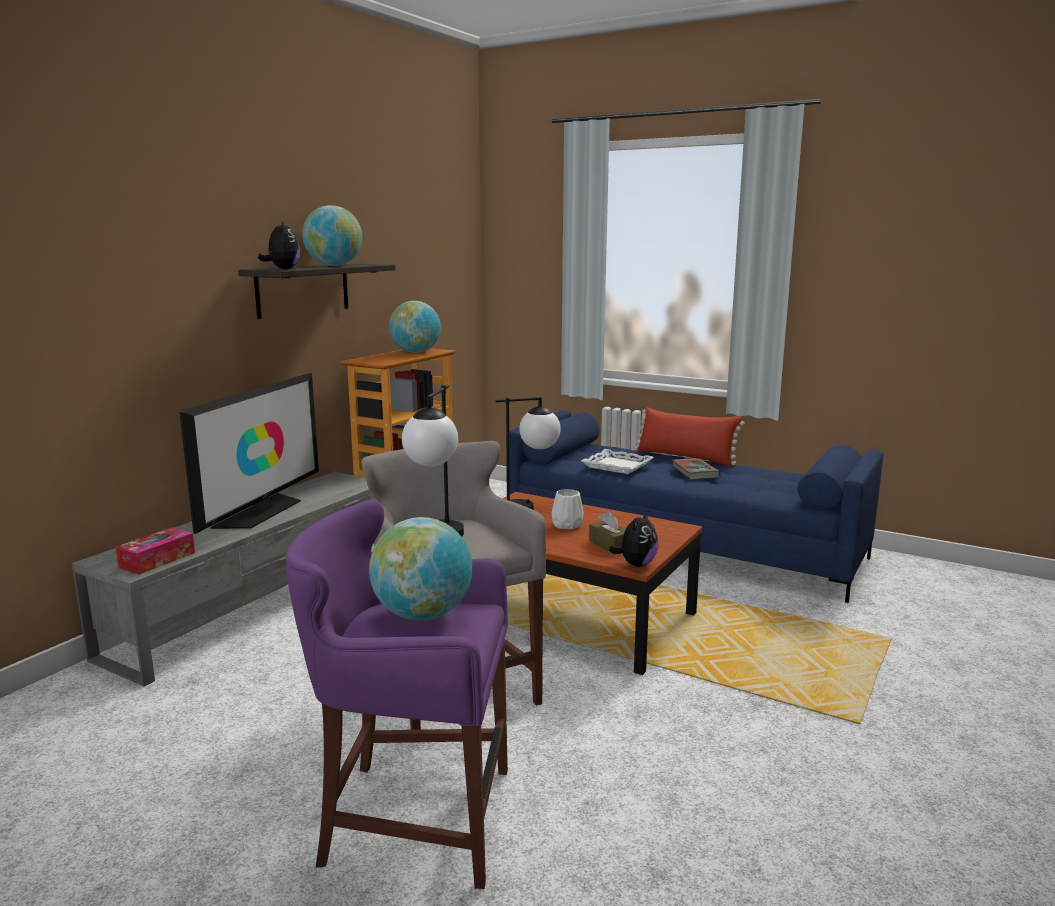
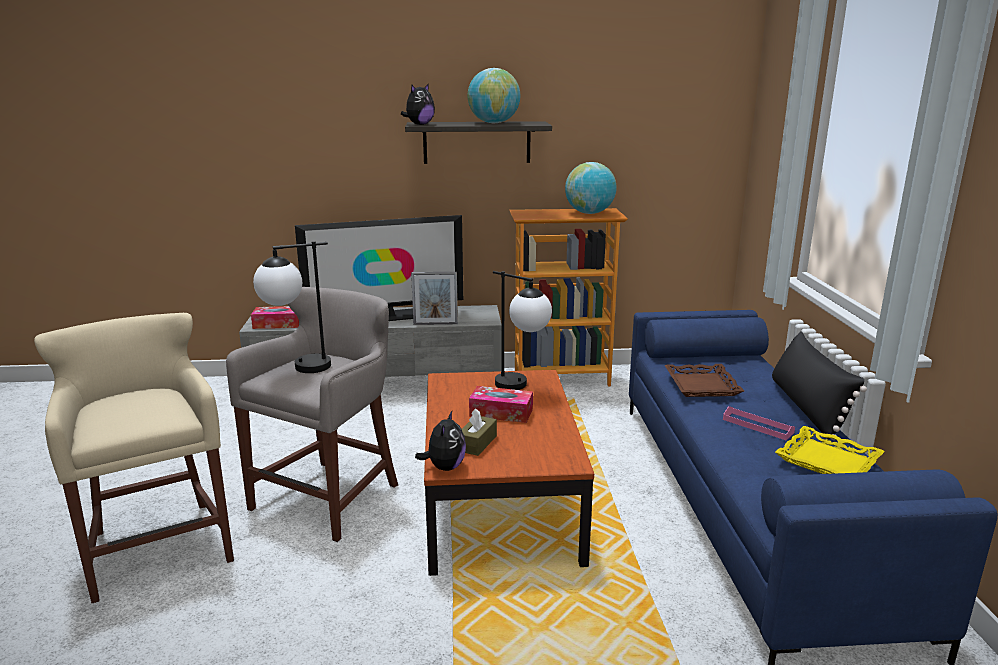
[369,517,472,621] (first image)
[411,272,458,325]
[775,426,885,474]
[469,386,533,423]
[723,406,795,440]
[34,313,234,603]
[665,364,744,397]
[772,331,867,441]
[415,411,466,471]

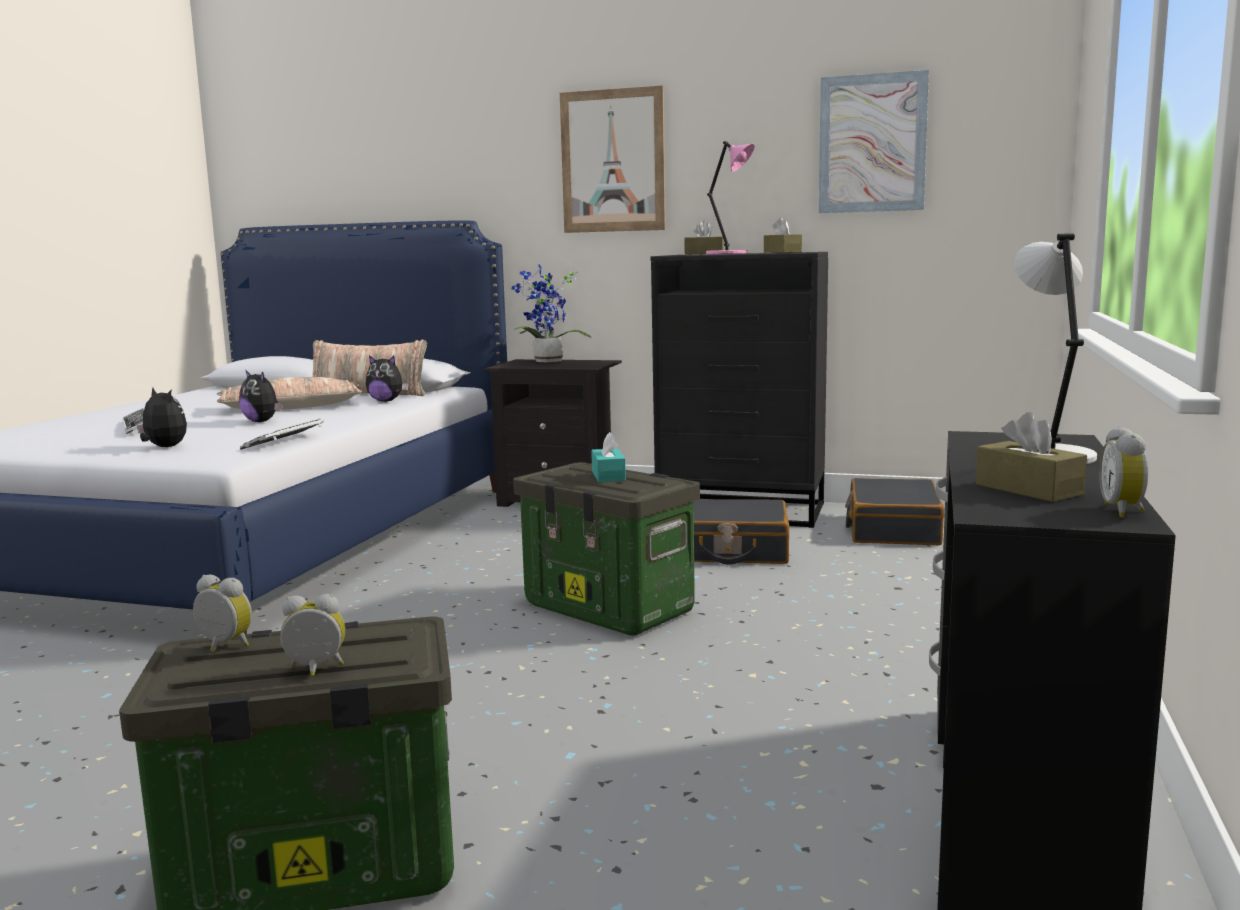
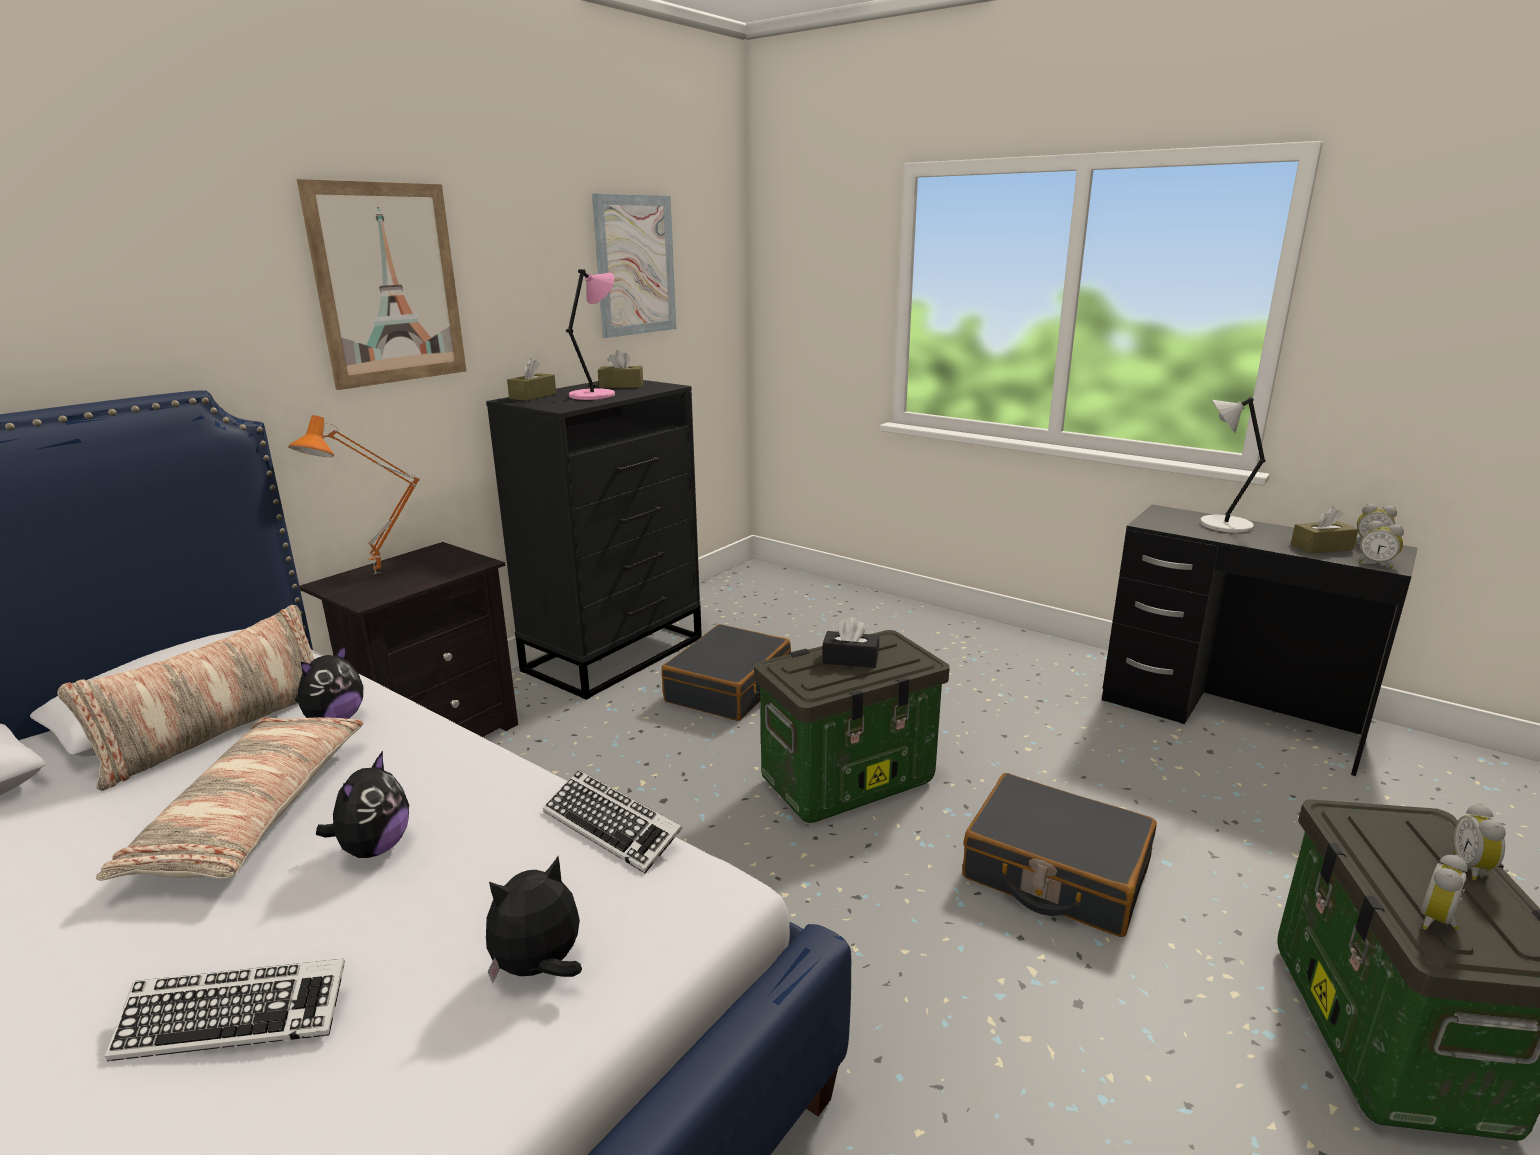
[1359,520,1404,568]
[962,773,1157,937]
[288,415,420,574]
[822,617,879,668]
[316,751,409,858]

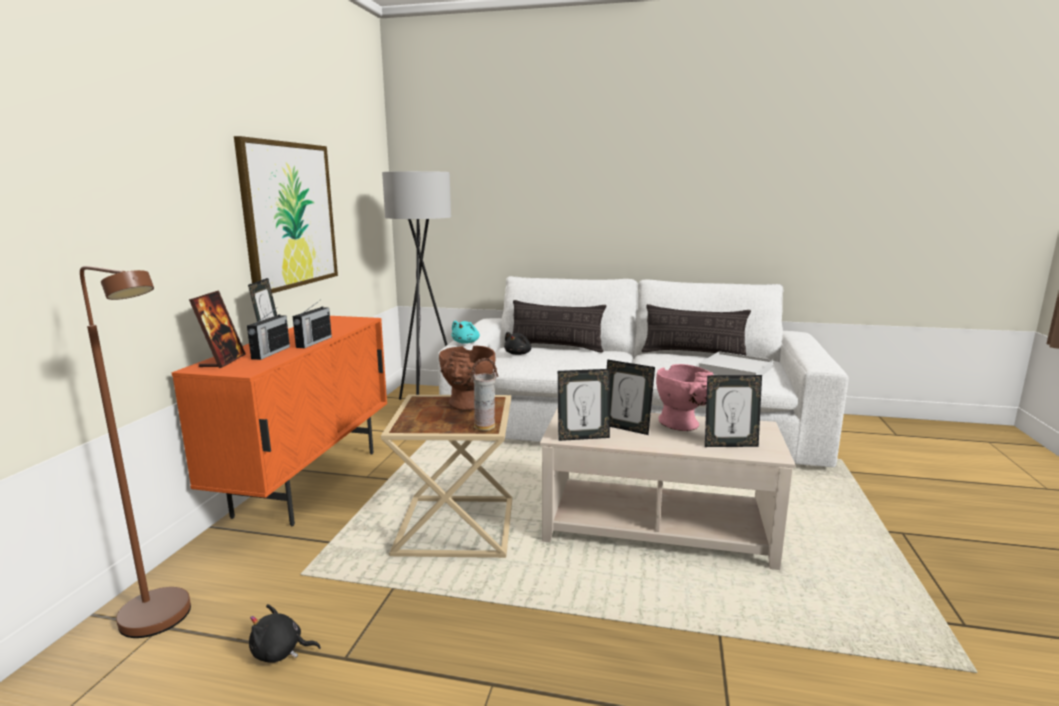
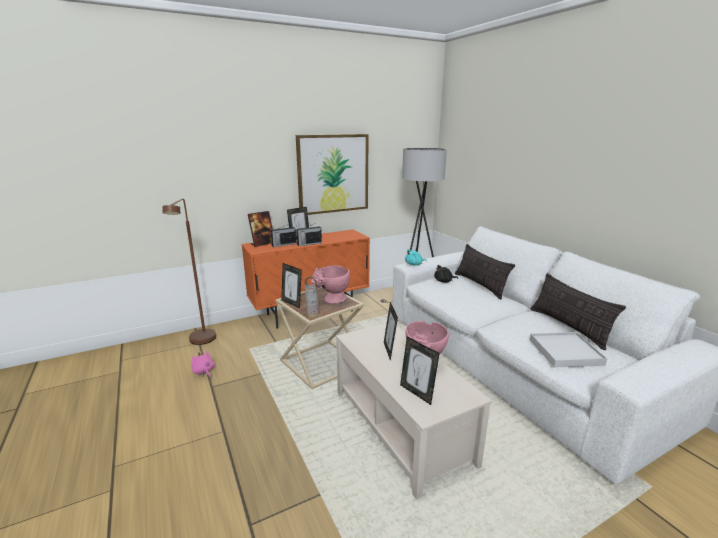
[281,263,302,308]
[191,351,215,378]
[311,265,350,304]

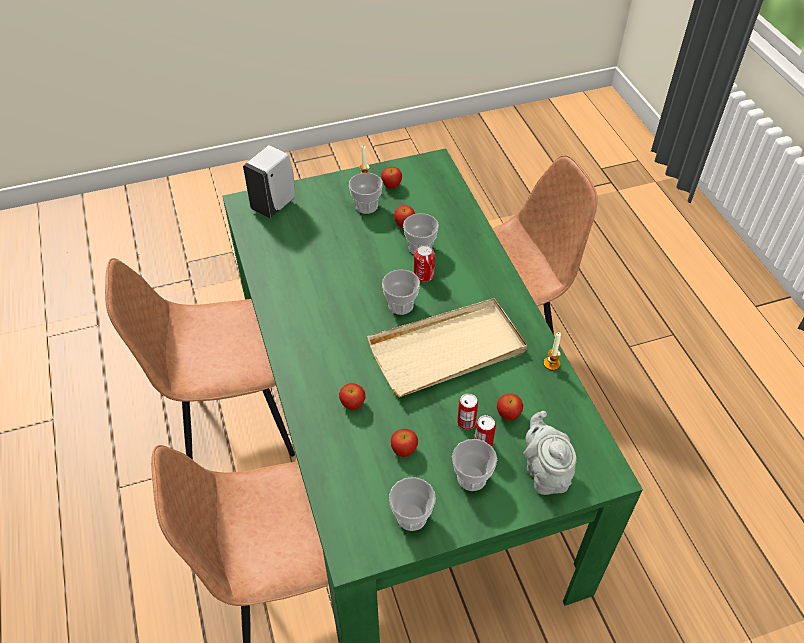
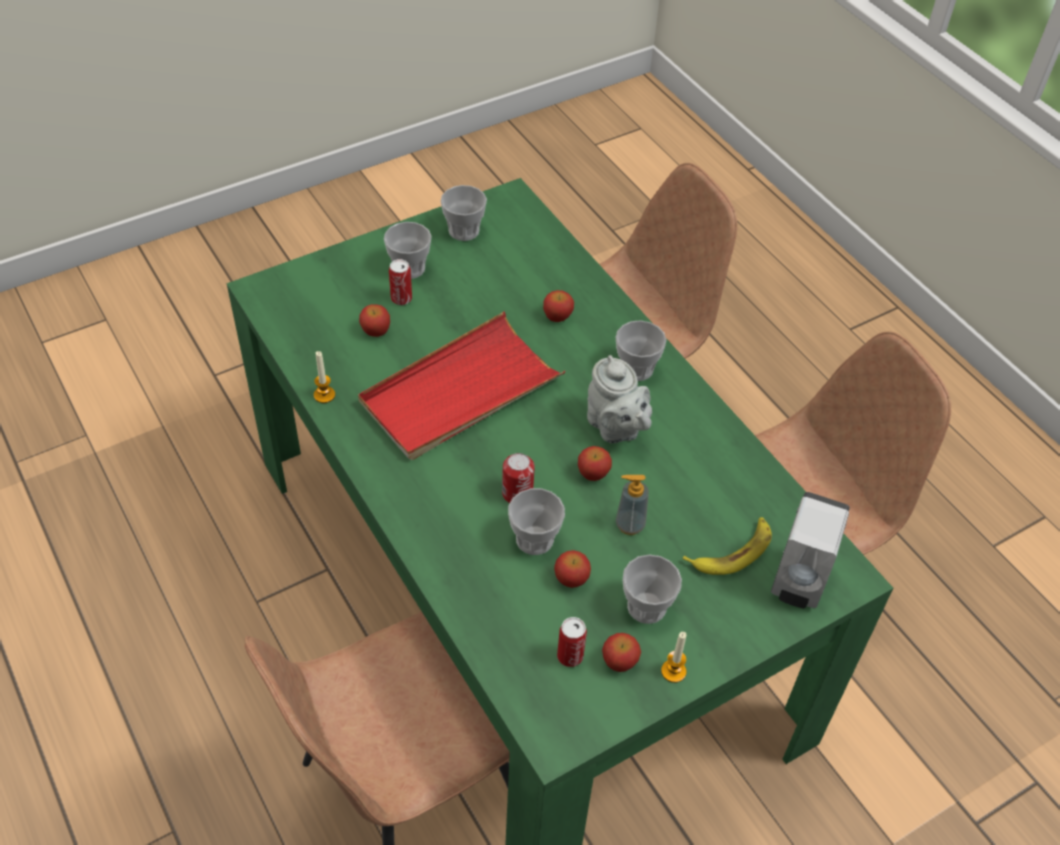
[616,475,649,535]
[683,517,772,575]
[616,320,666,381]
[578,446,612,481]
[557,617,587,667]
[587,355,652,443]
[358,312,565,460]

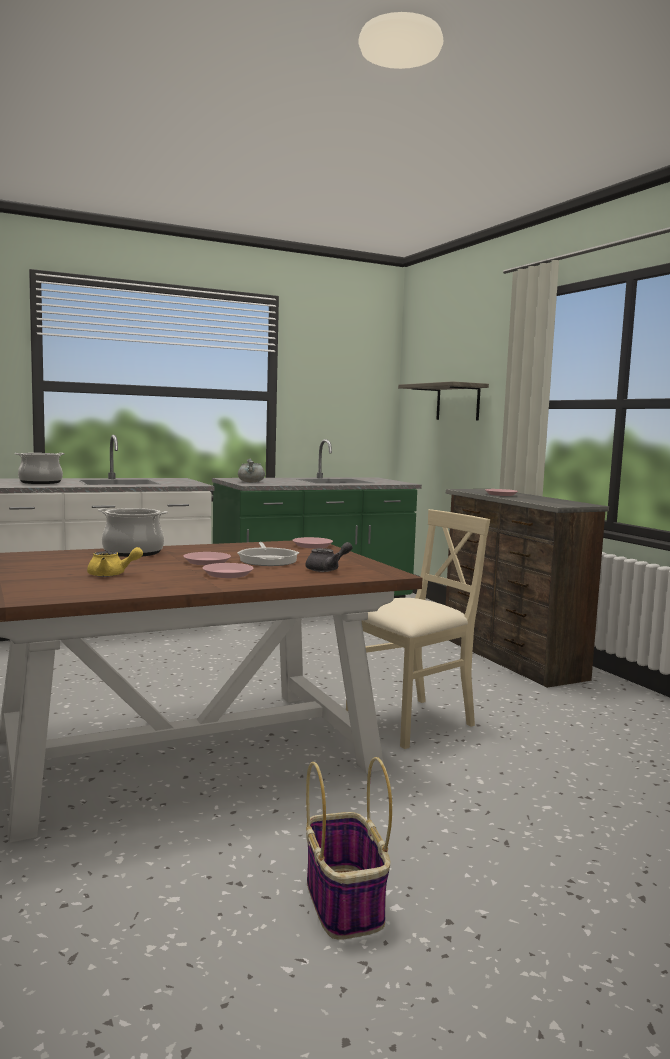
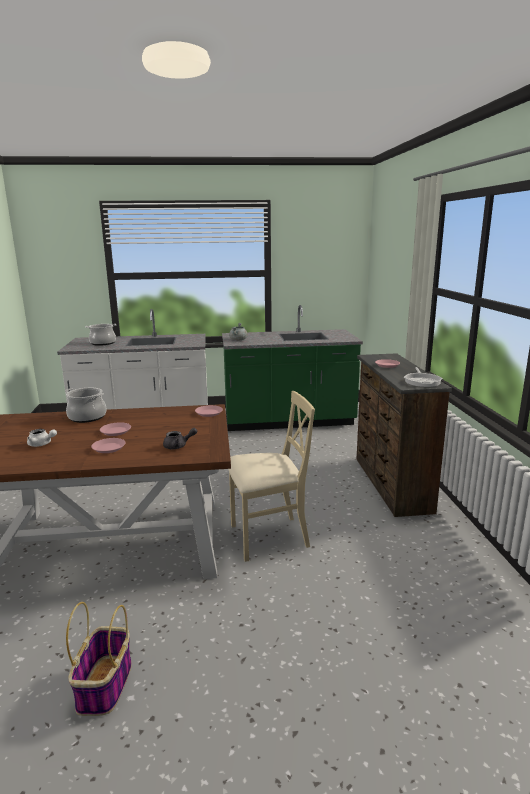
[398,381,489,421] (first image)
[404,367,442,387]
[27,429,57,447]

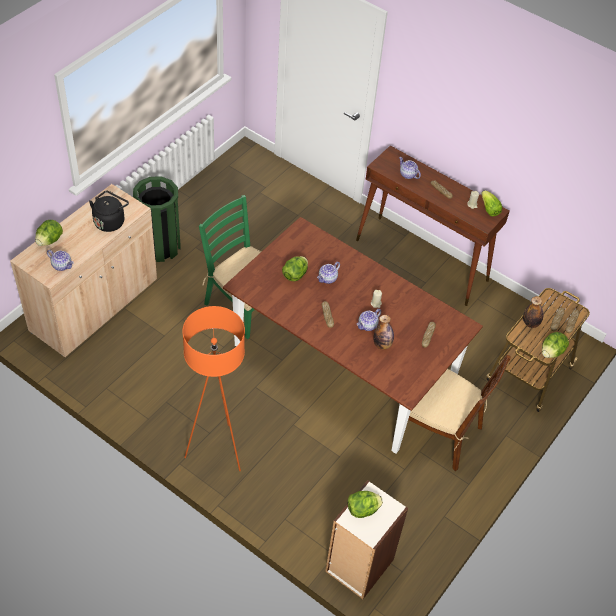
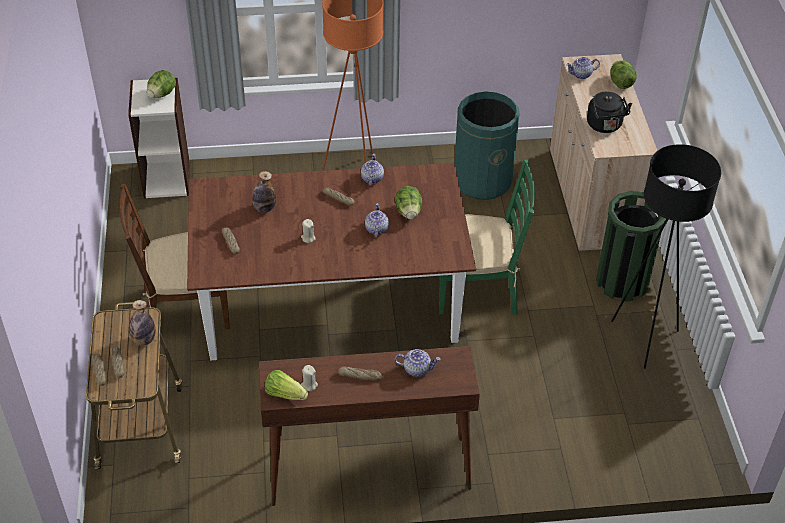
[542,332,569,358] (first image)
[454,92,520,200]
[611,144,721,369]
[361,154,384,186]

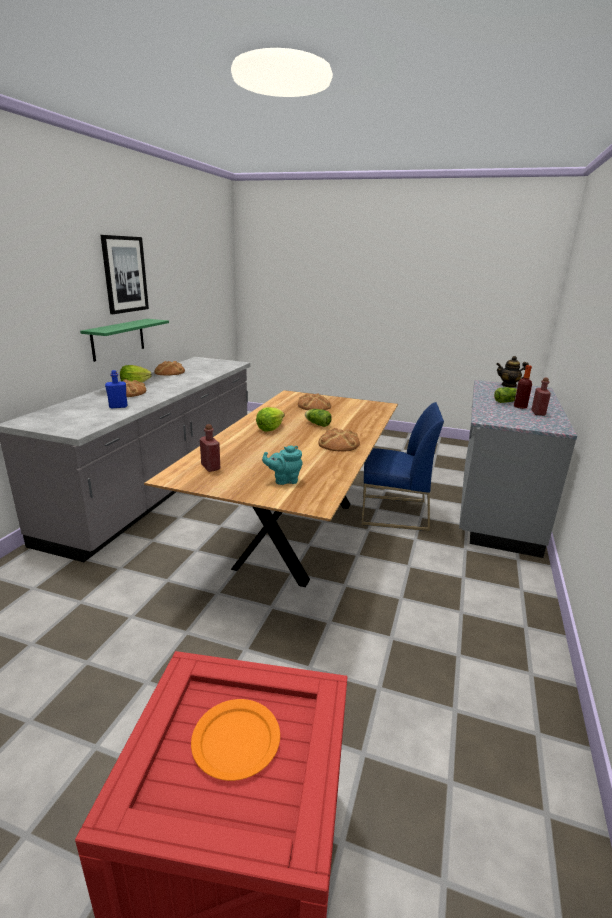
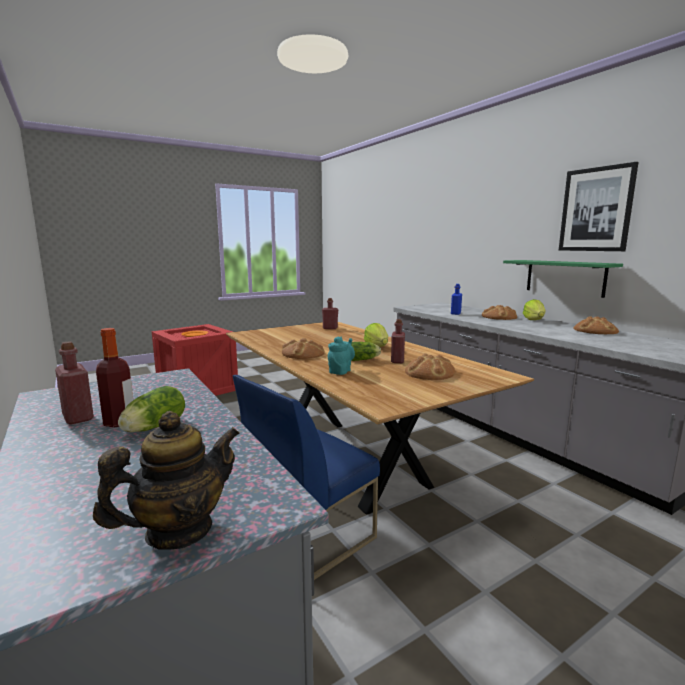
[391,319,405,363]
[328,337,355,375]

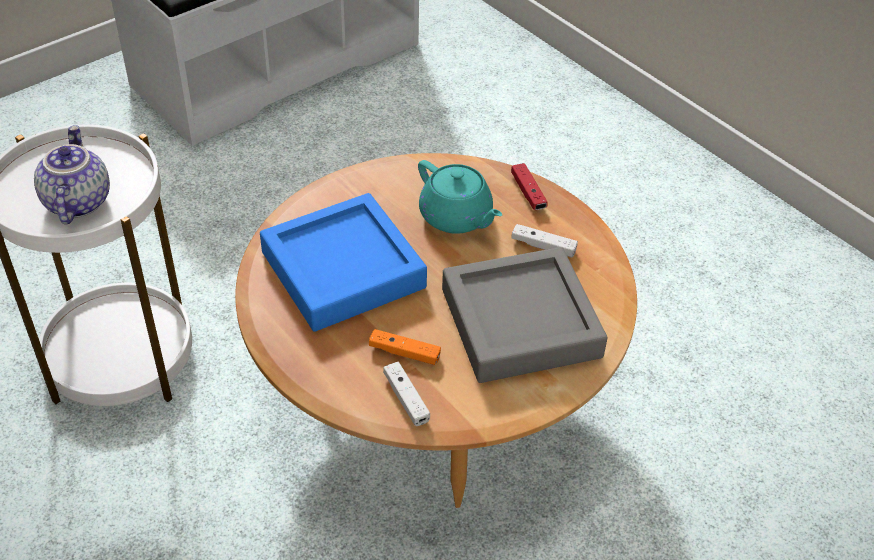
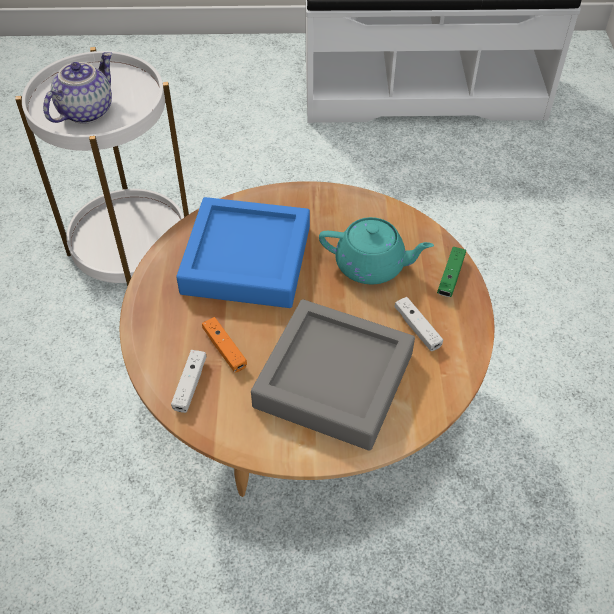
[437,247,466,297]
[319,217,434,284]

